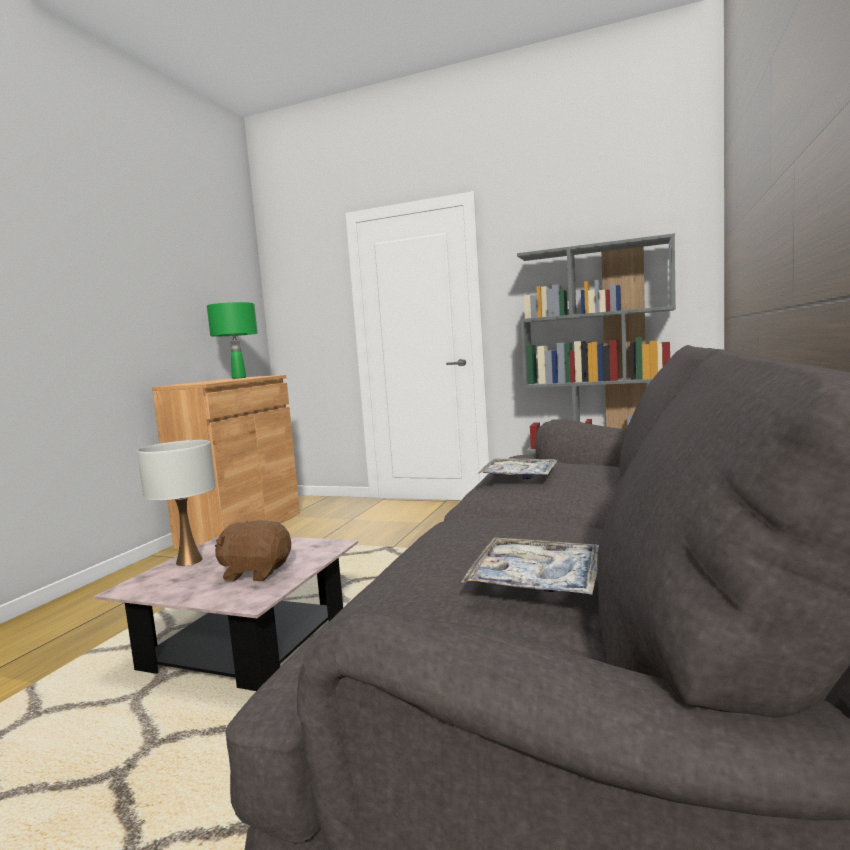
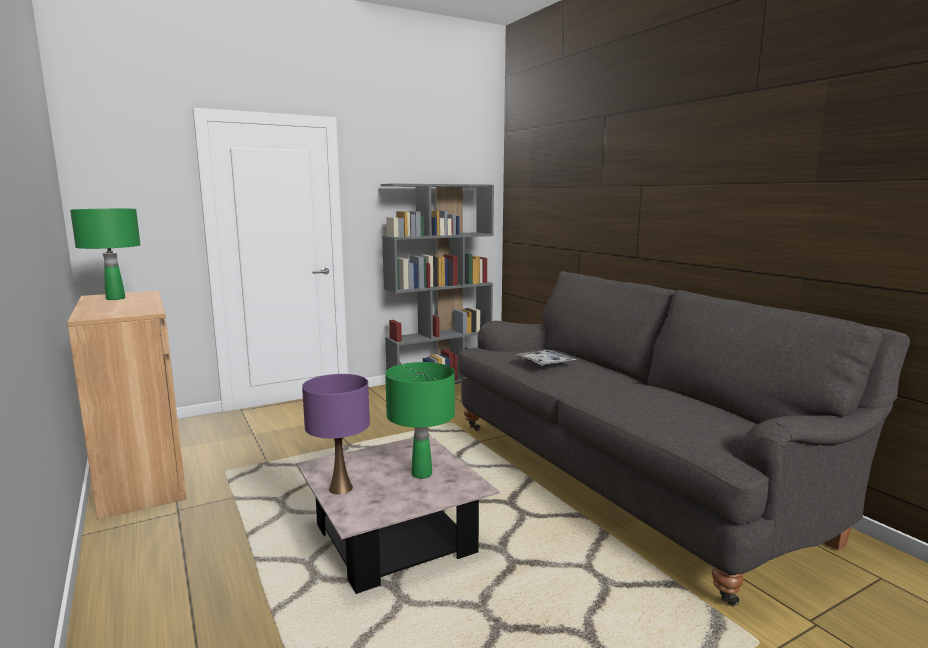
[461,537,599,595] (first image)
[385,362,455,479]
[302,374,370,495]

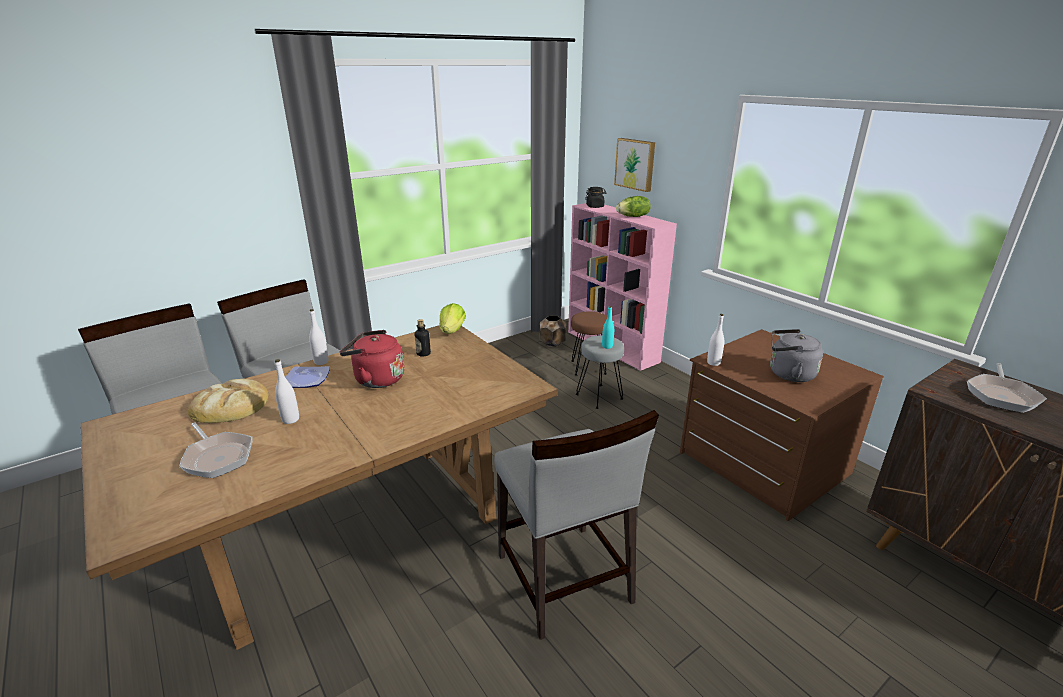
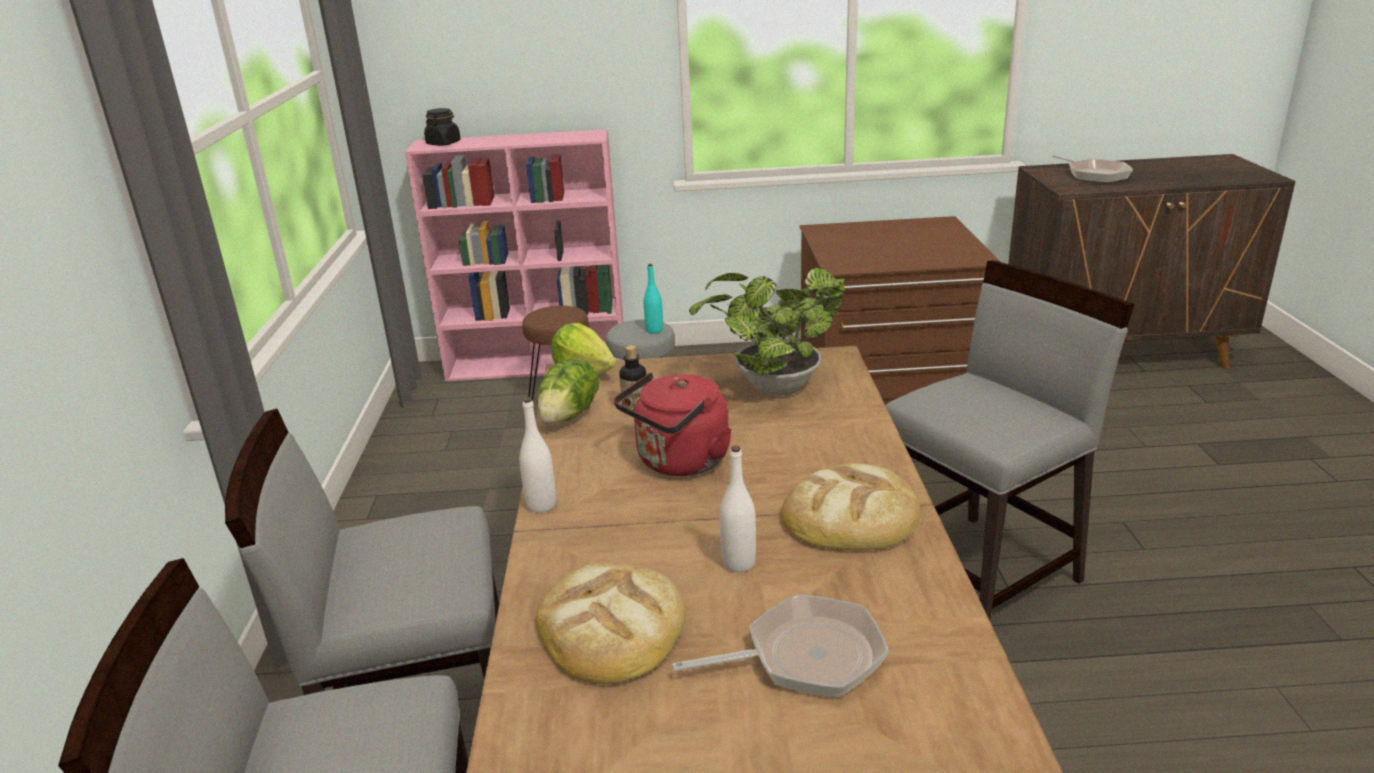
[285,366,330,388] (first image)
[540,316,566,347] (first image)
[614,138,655,192] (first image)
[707,314,724,366] (first image)
[770,329,823,382] (first image)
[689,267,846,396]
[781,463,920,550]
[537,359,600,423]
[885,260,1134,620]

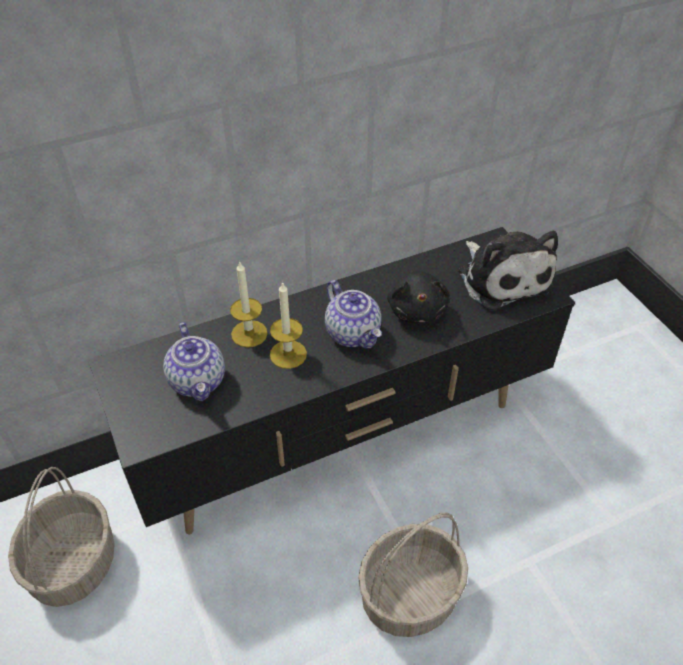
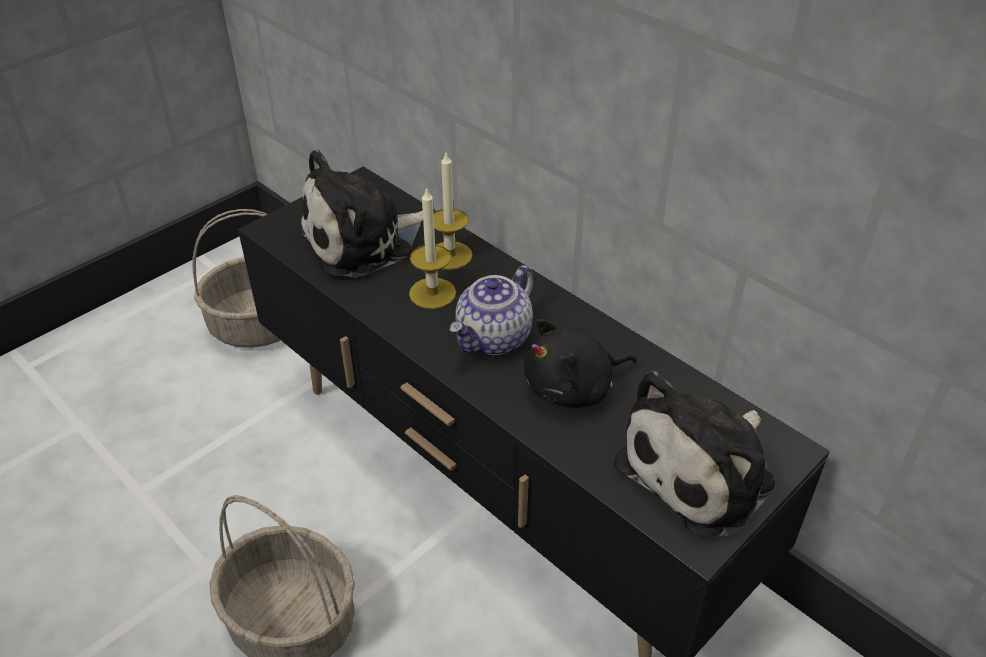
[299,149,423,278]

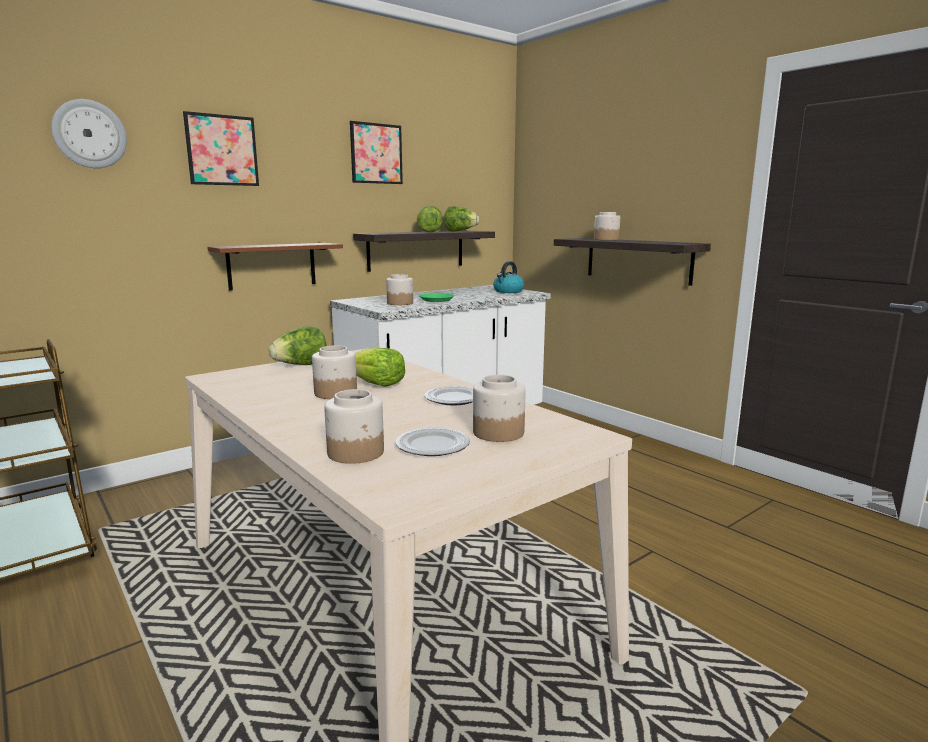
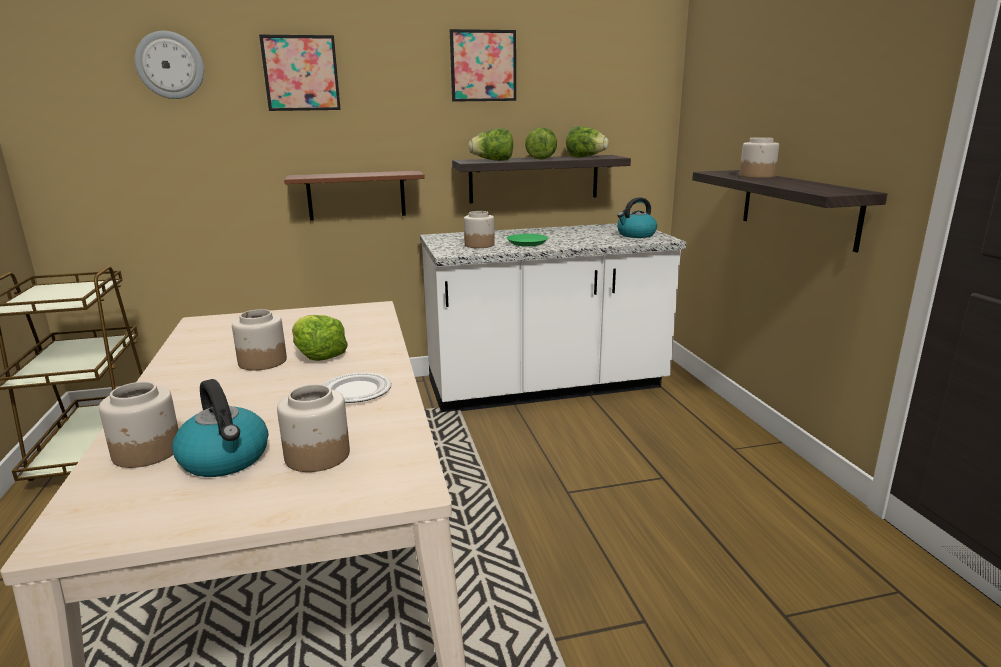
[469,128,513,161]
[172,379,268,477]

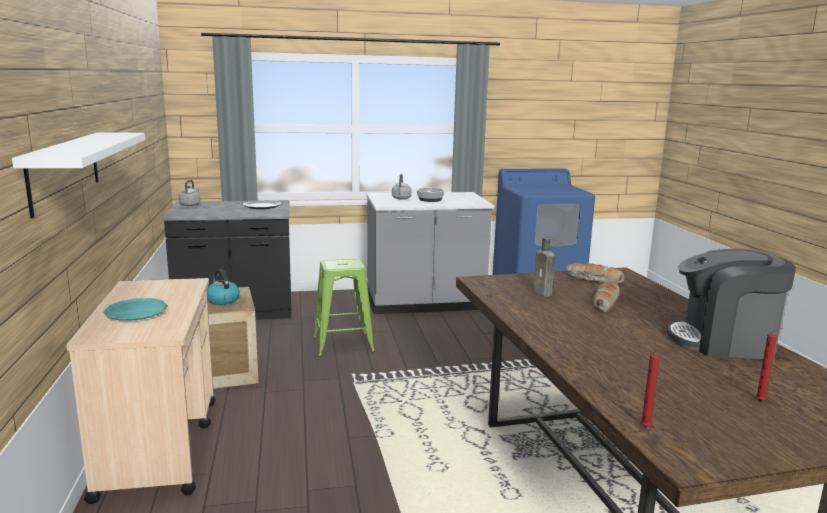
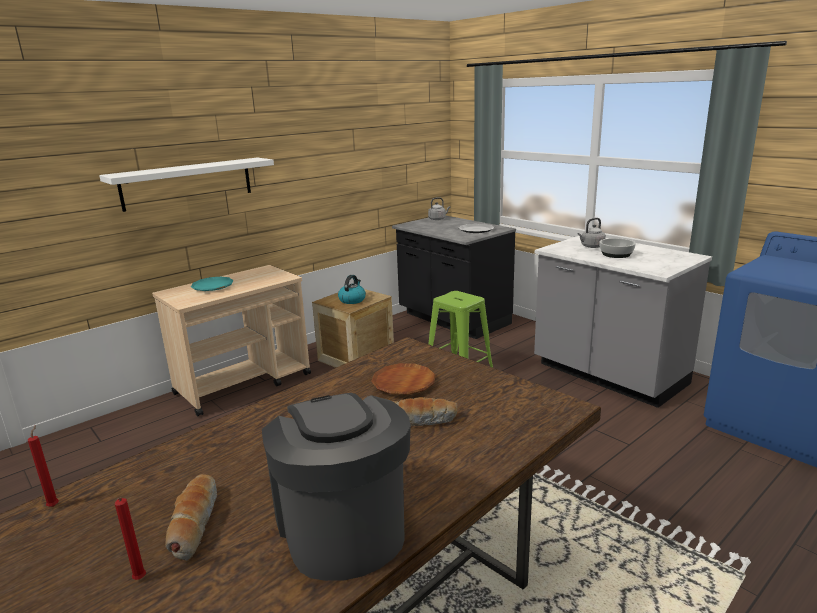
[166,474,217,561]
[371,363,436,395]

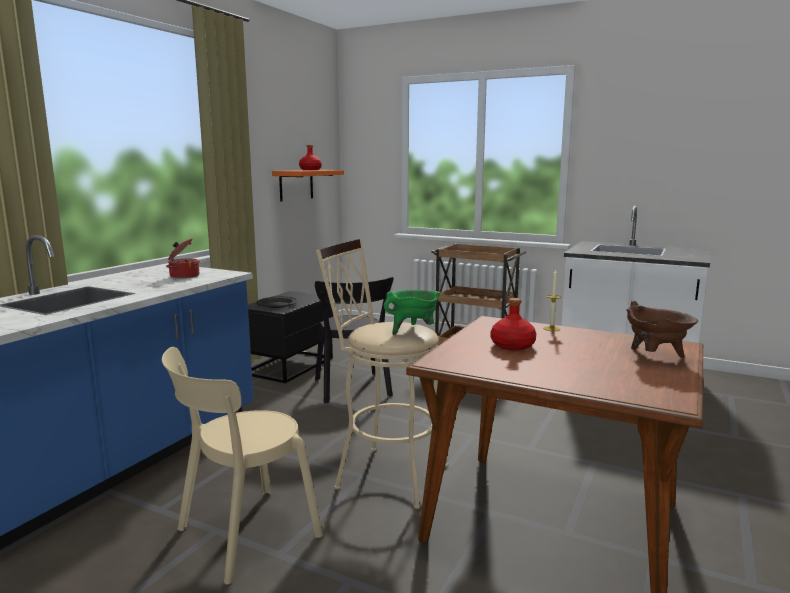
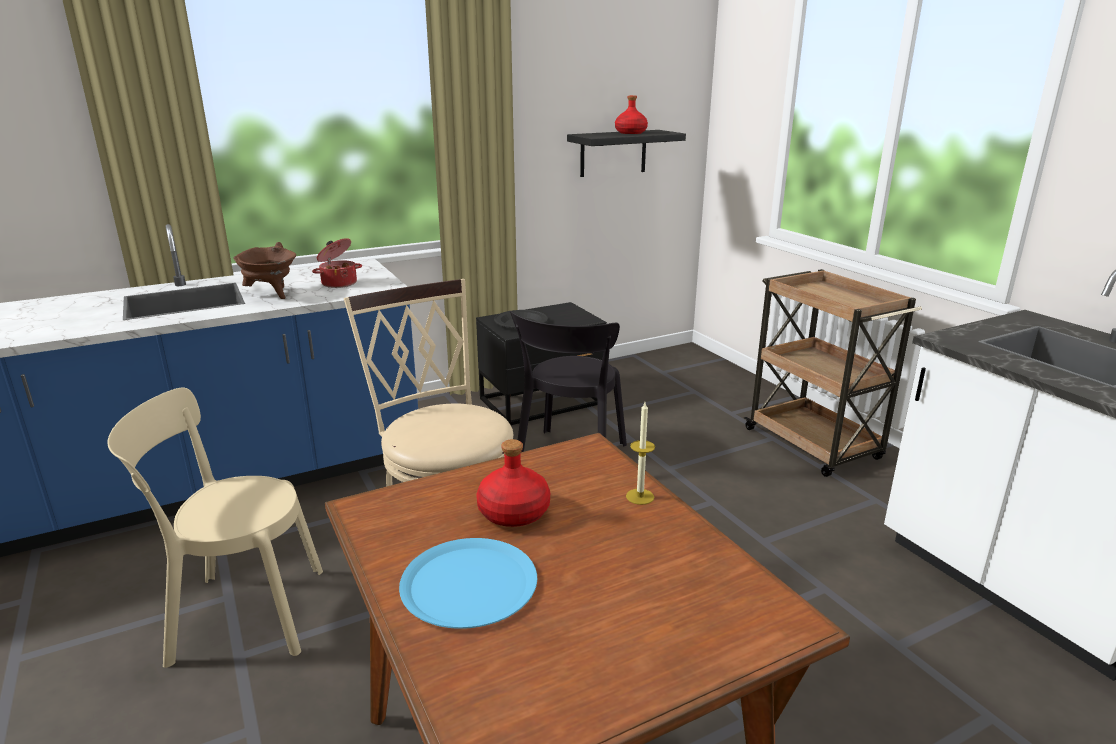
[384,290,440,335] (first image)
[399,538,537,629]
[233,242,296,299]
[567,130,686,177]

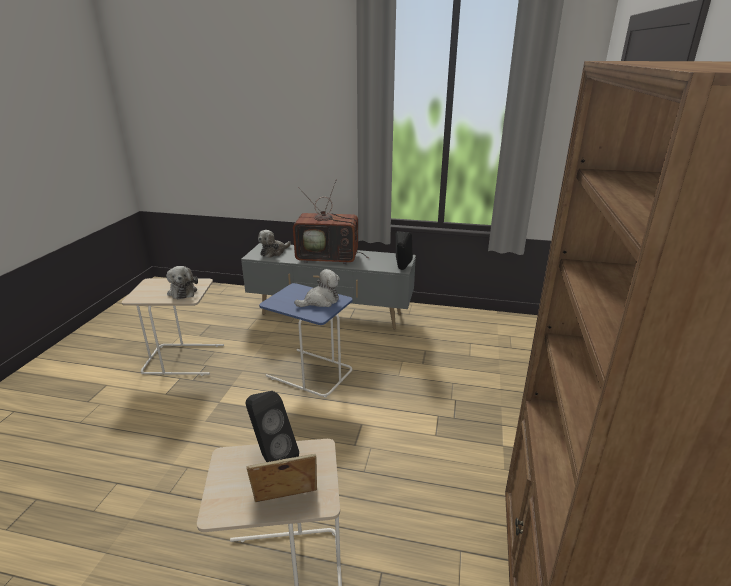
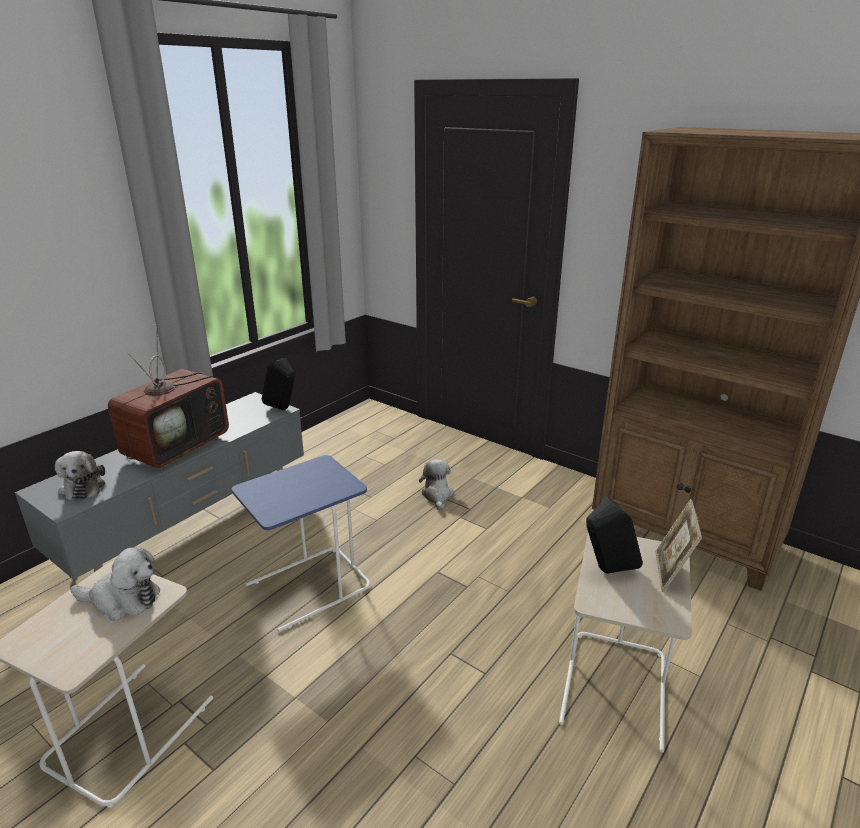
[419,459,454,511]

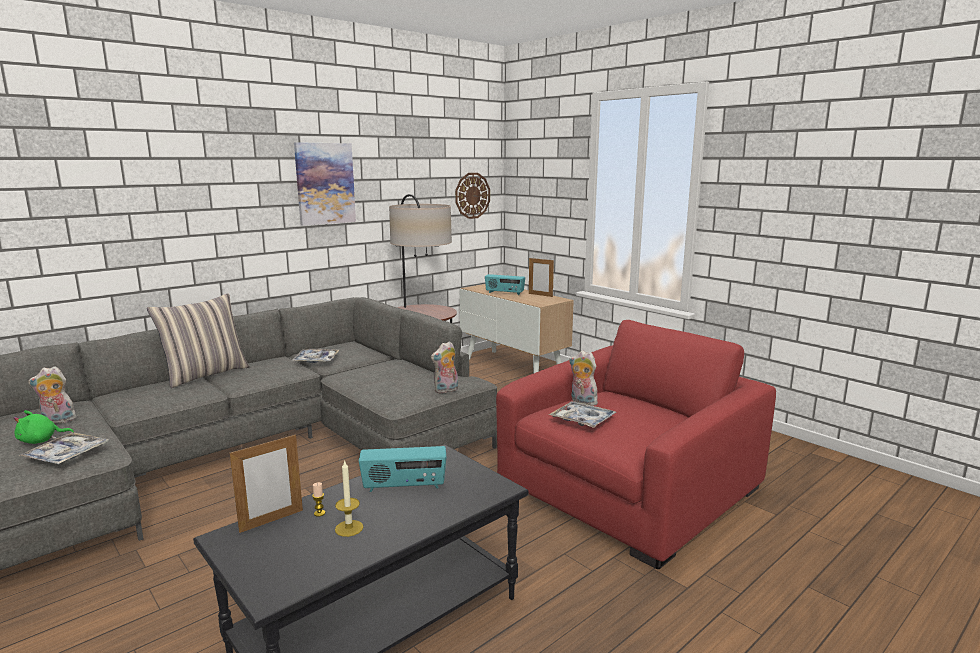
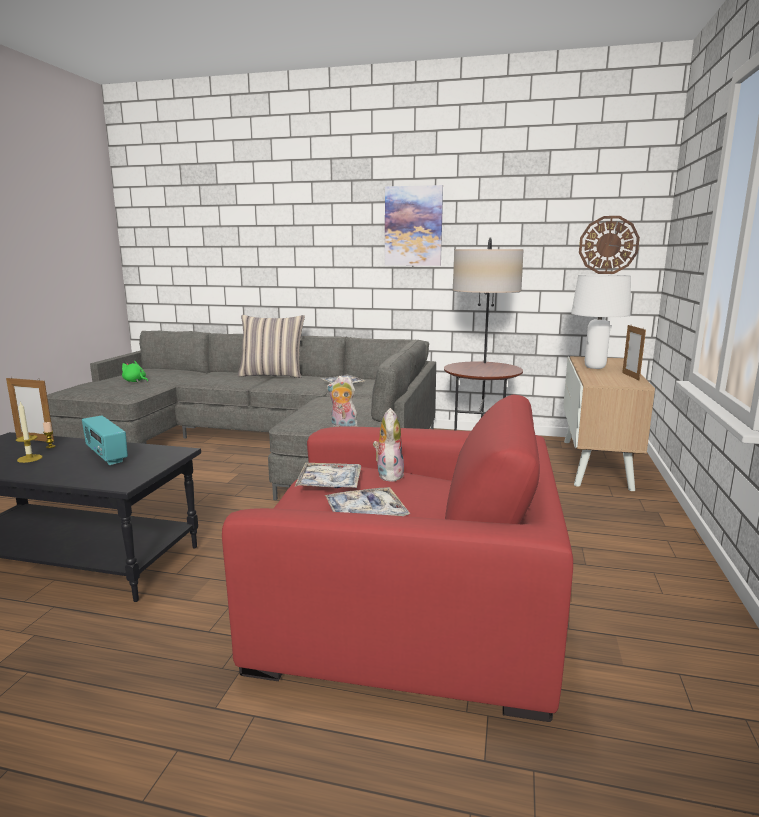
[28,366,77,424] (first image)
[325,487,410,516]
[571,274,631,369]

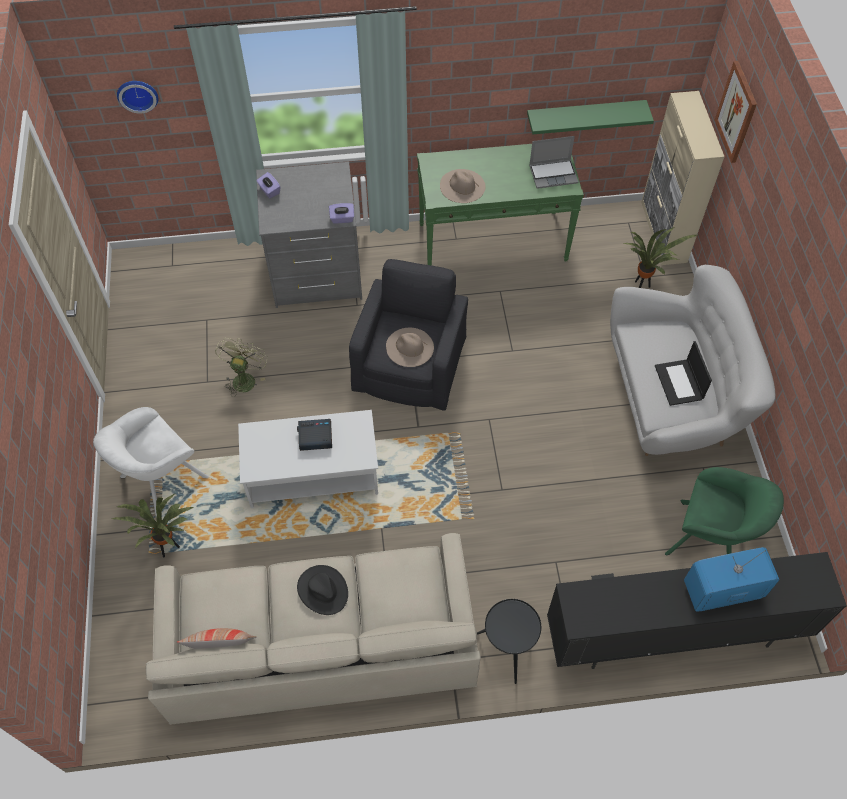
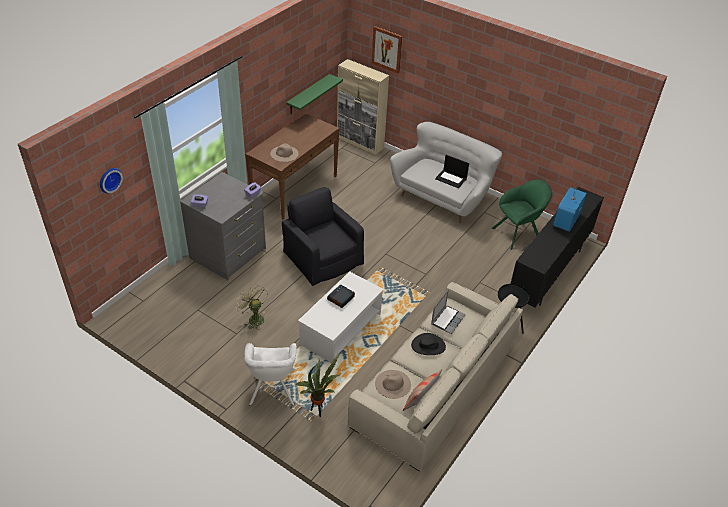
[623,227,697,288] (first image)
[375,370,411,399]
[431,289,466,334]
[245,113,340,219]

